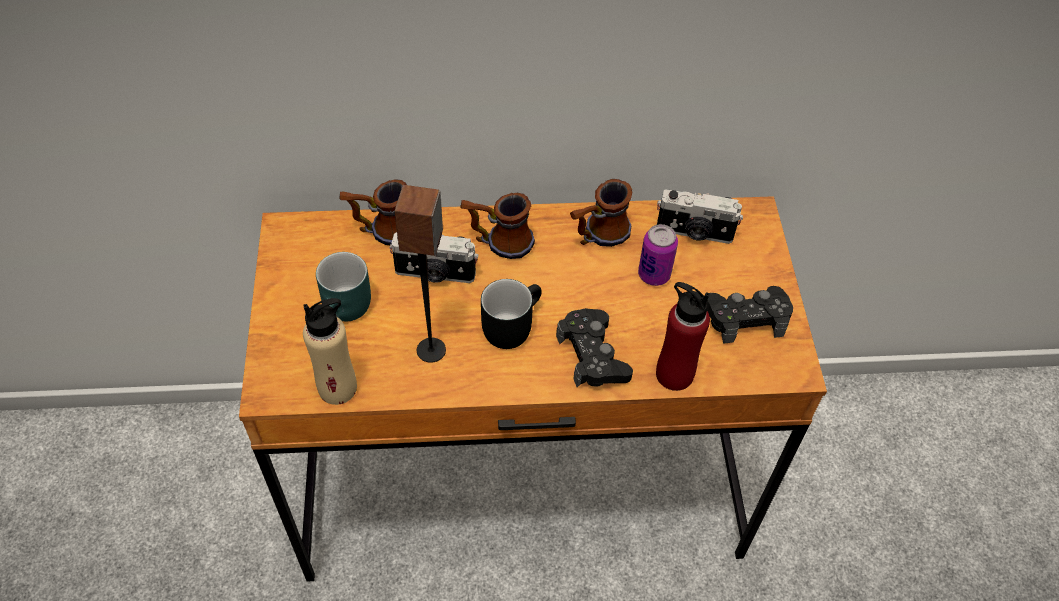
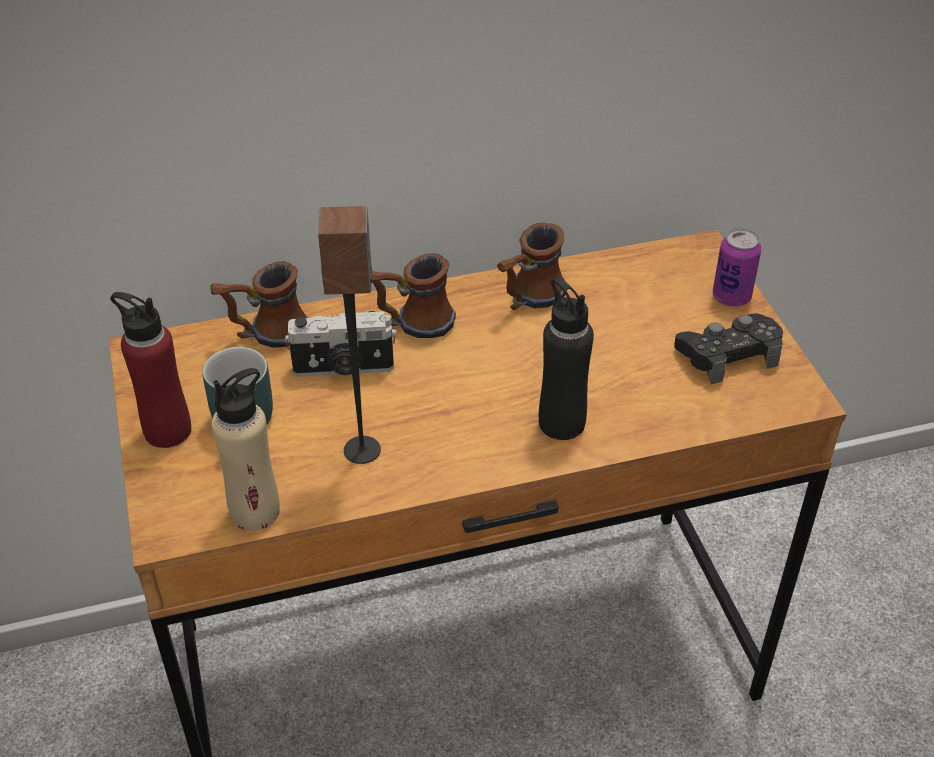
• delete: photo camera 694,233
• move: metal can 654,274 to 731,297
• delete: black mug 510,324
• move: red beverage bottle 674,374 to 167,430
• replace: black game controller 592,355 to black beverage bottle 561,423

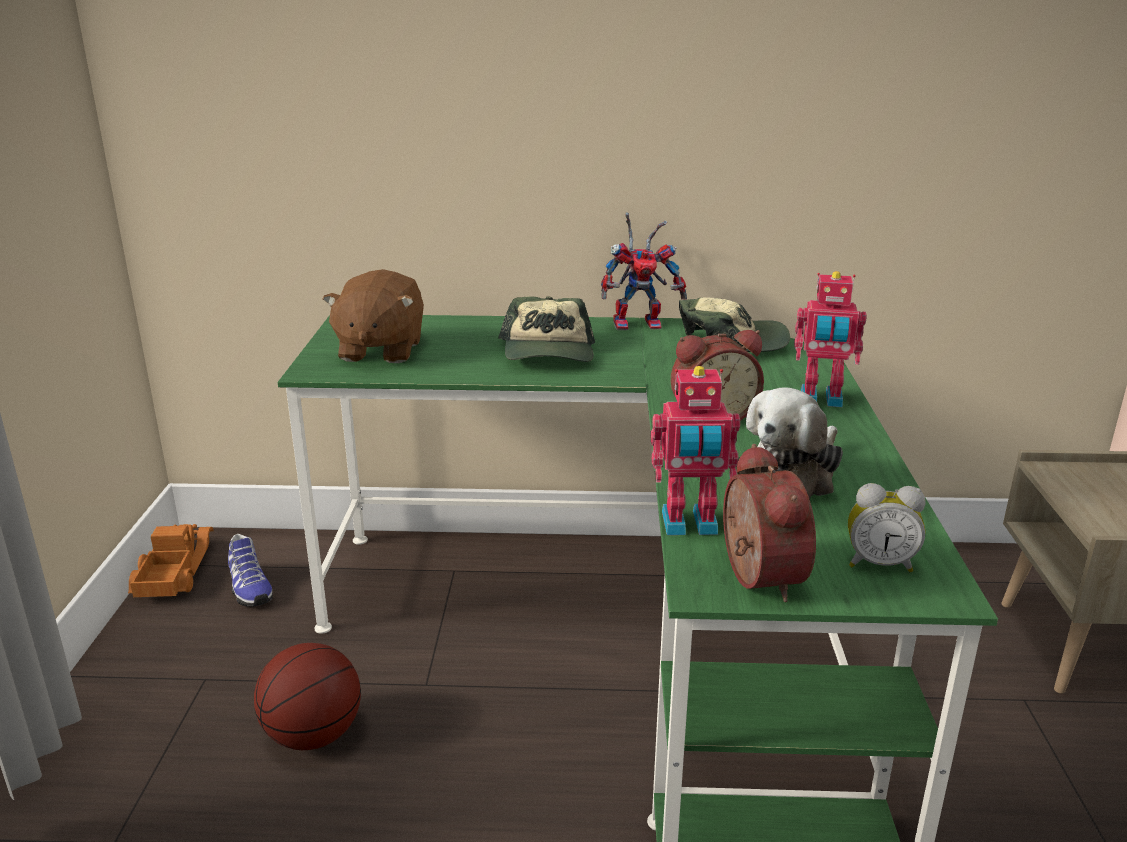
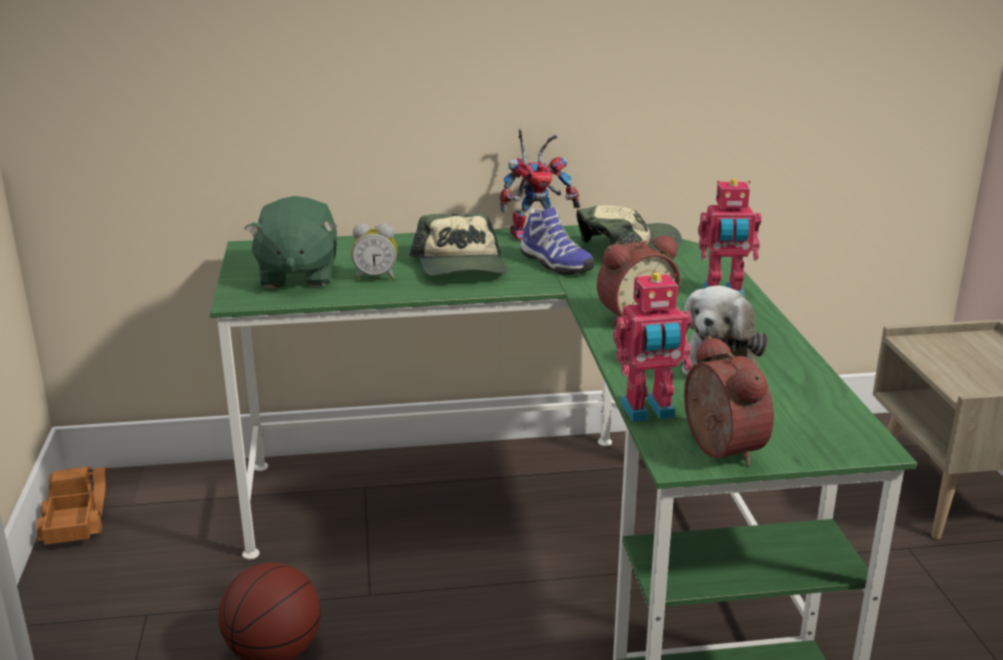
• recolor: brownish plush toy 380,350 to green plush toy 297,275
• move: table clock 879,563 to 376,277
• move: item of footwear 248,588 to 554,264

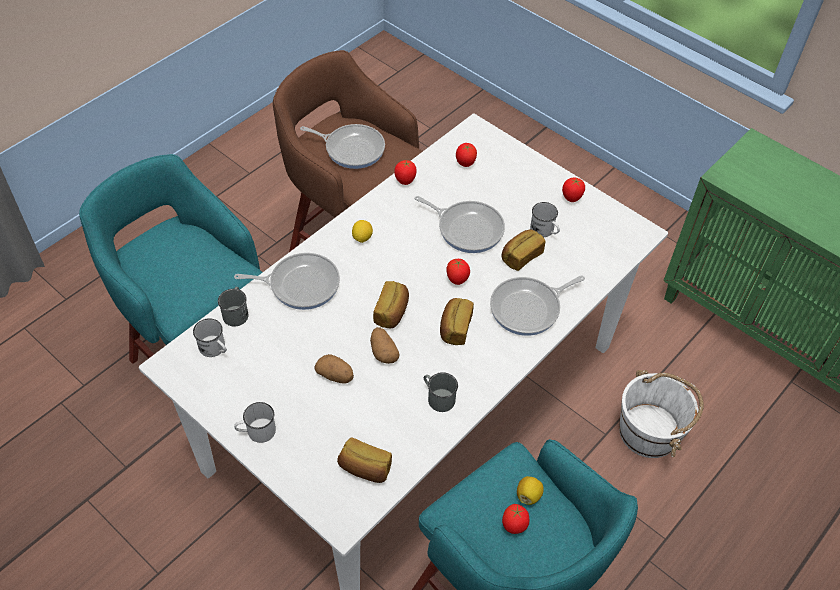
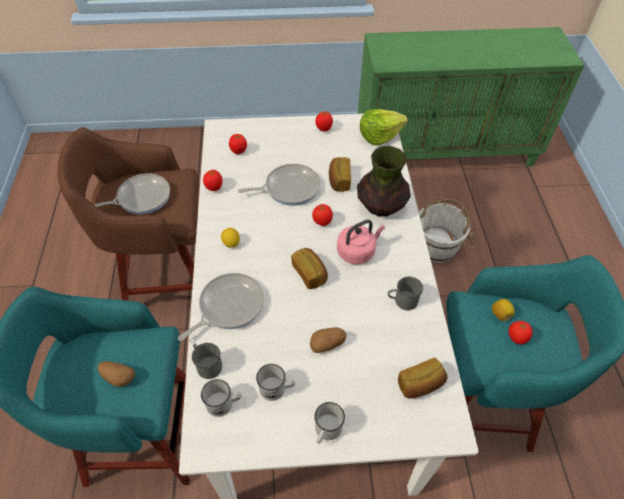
• move: whitish mug 544,231 to 276,389
• replace: pan 528,308 to flower vase 381,206
• replace: baked bread 454,328 to pink tea kettle 357,251
• move: spud 383,352 to 118,377
• insert: head of lettuce 379,135

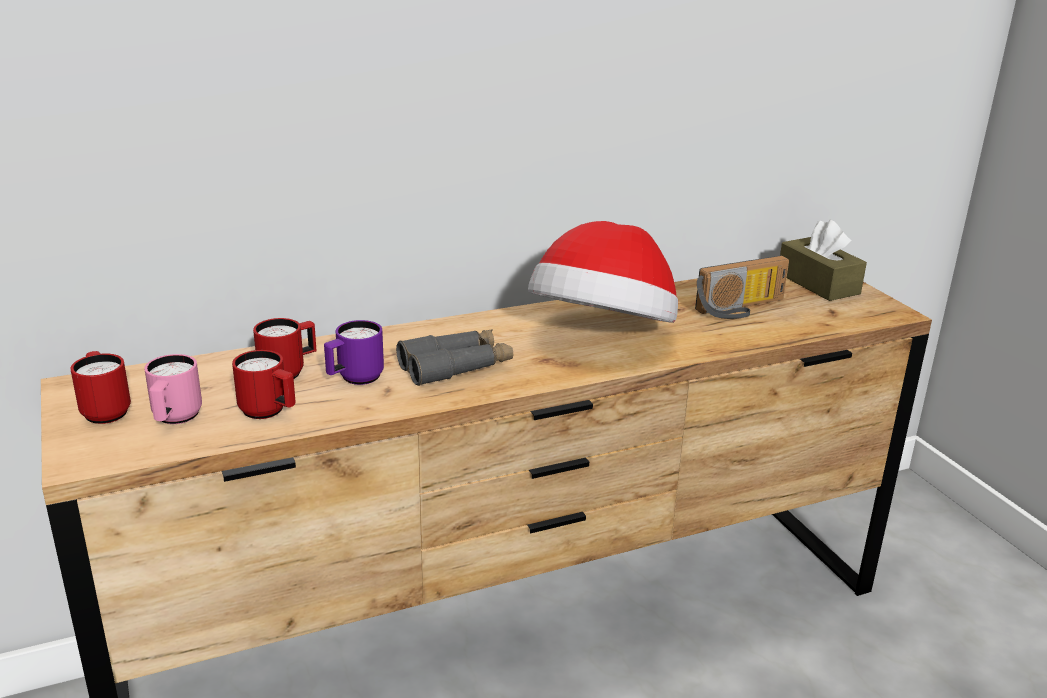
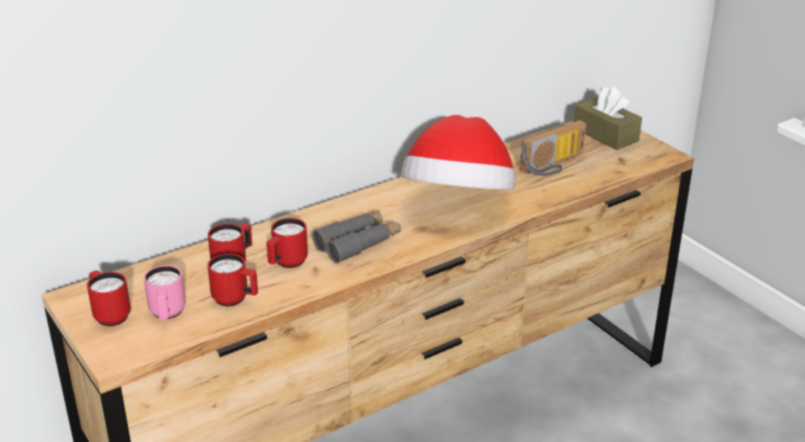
• recolor: purple mug 354,379 to red mug 286,263

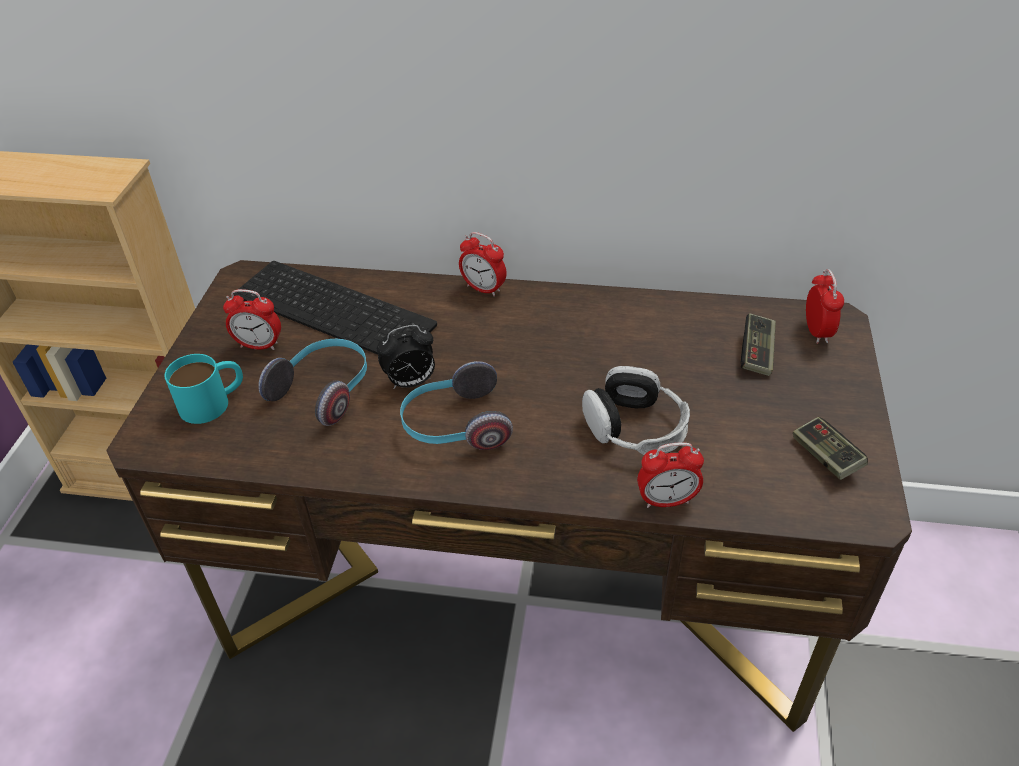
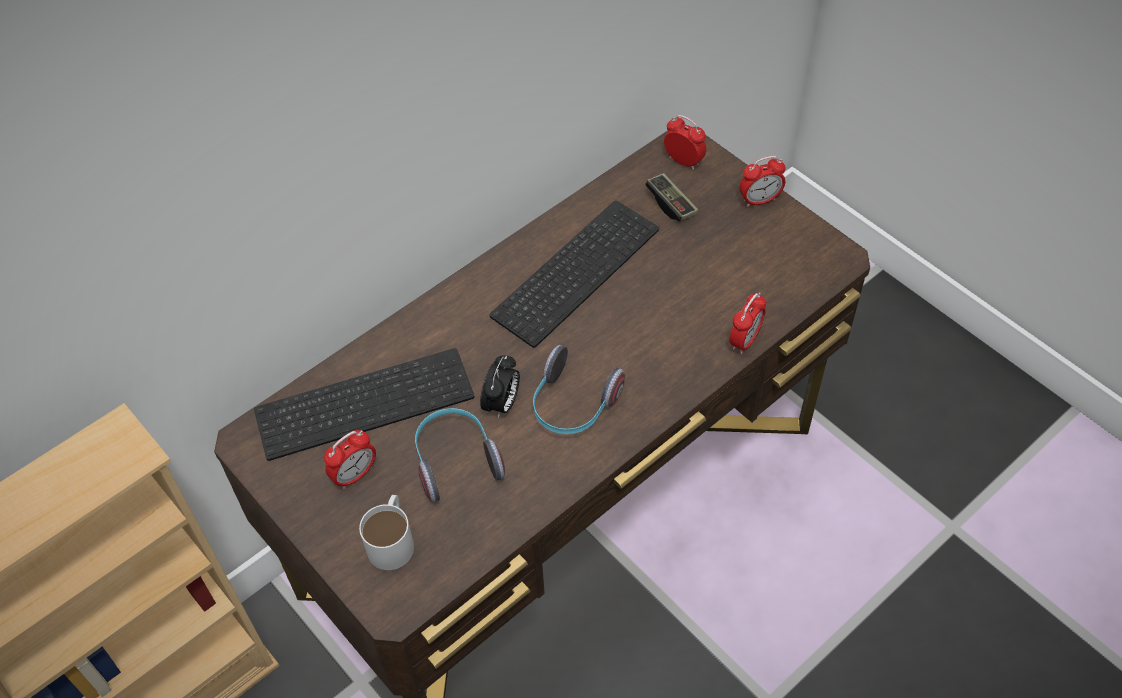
• move: table clock 483,289 to 759,200
• recolor: blue-green mug 213,402 to whitish mug 392,539
• delete: headphones 635,428
• delete: game controller 826,457
• insert: keyboard 574,269

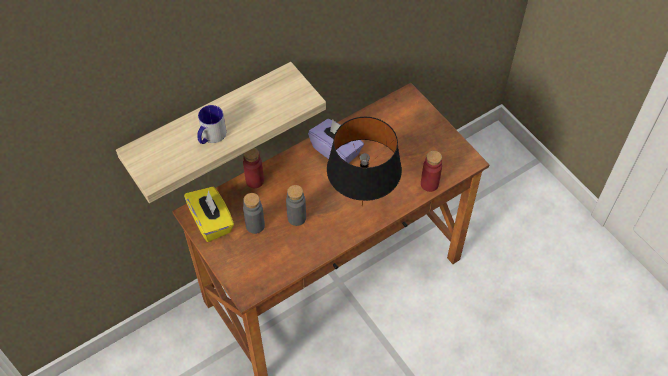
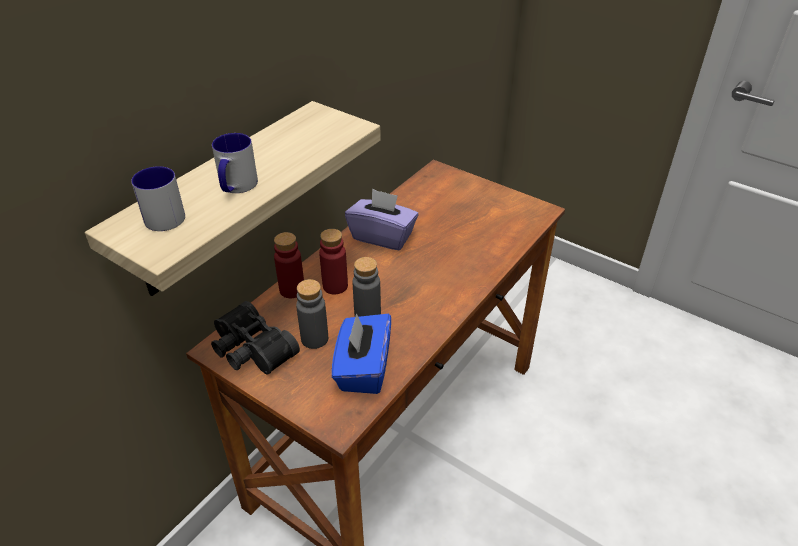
• delete: black lamp for a table 362,205
• move: red beverage bottle 429,184 to 335,286
• replace: yellow tissue box 211,222 to black field glasses 250,350
• insert: mug 166,214
• insert: blue tissue box 363,369

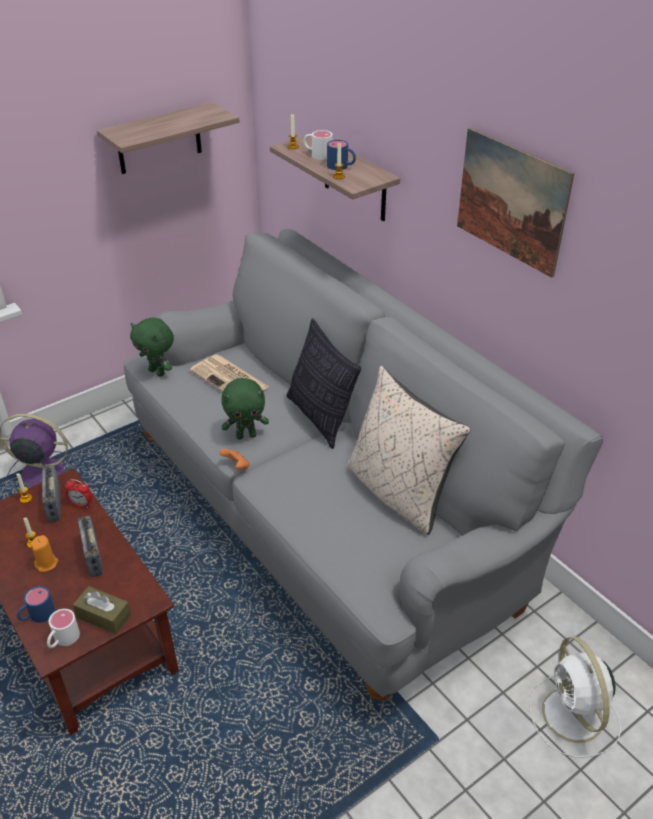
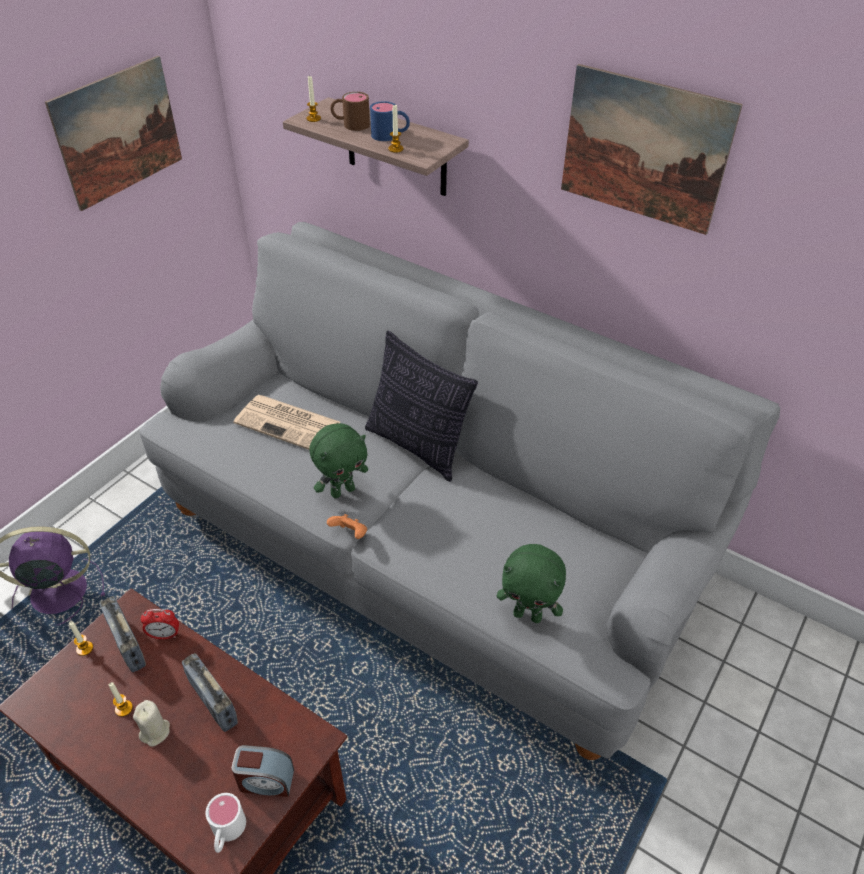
• replace: bracket shelf 159,139 to picture 118,132
• recolor: whitish mug 317,154 to brownish mug 350,124
• move: green plush toy 158,372 to 528,615
• delete: beige-coloured throw pillow 398,492
• recolor: orange-coloured wax light 47,563 to beige-coloured wax light 155,731
• delete: blue mug 37,615
• replace: brownish tissue box 104,616 to table clock 265,780
• delete: whitish fan 573,717

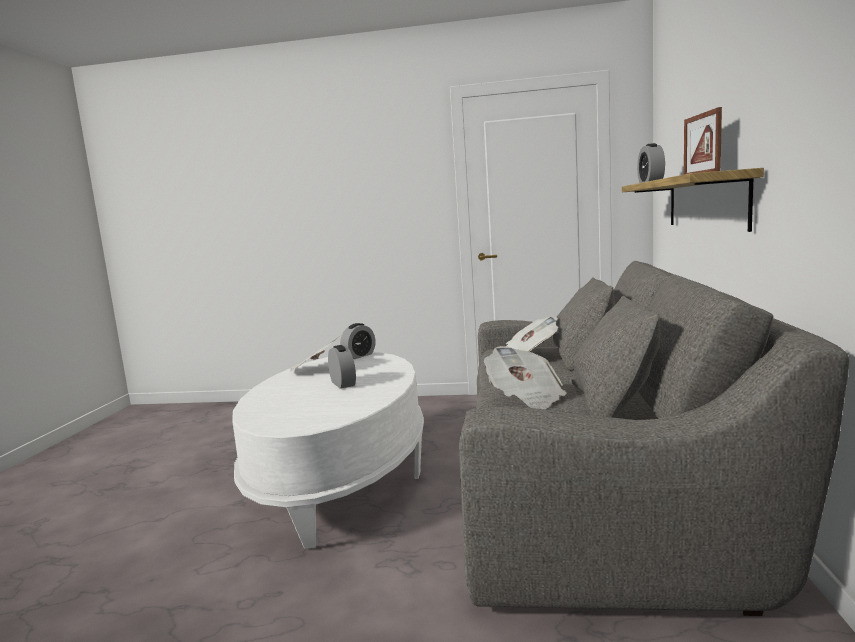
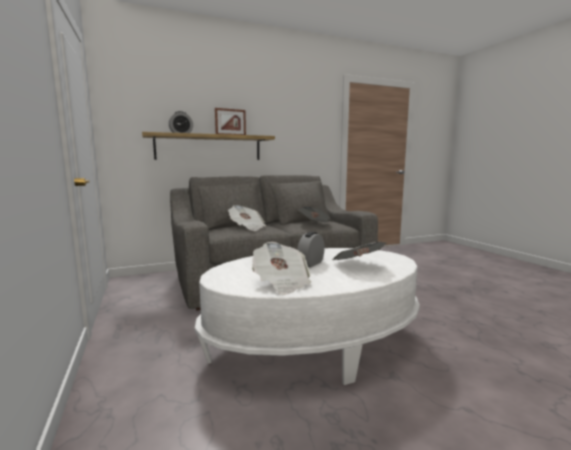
• delete: table clock 359,356
• insert: printed paper 357,265

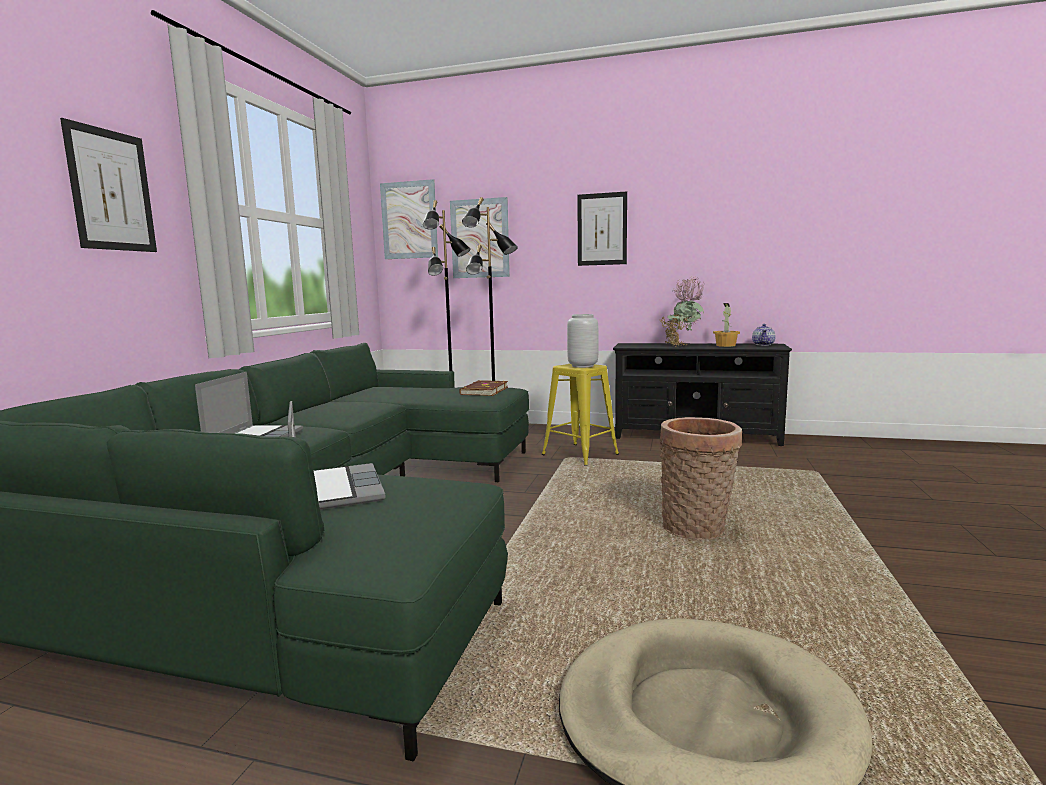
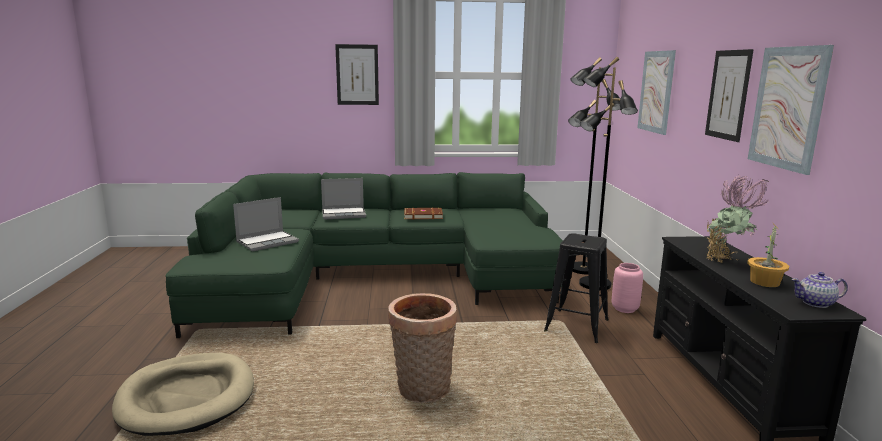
• move: picture 409,220 to 787,108
• delete: grey flower vase 582,366
• recolor: yellow stool 580,454 to black stool 576,325
• move: brownish bound book 483,391 to 423,215
• insert: pink flower vase 625,308

